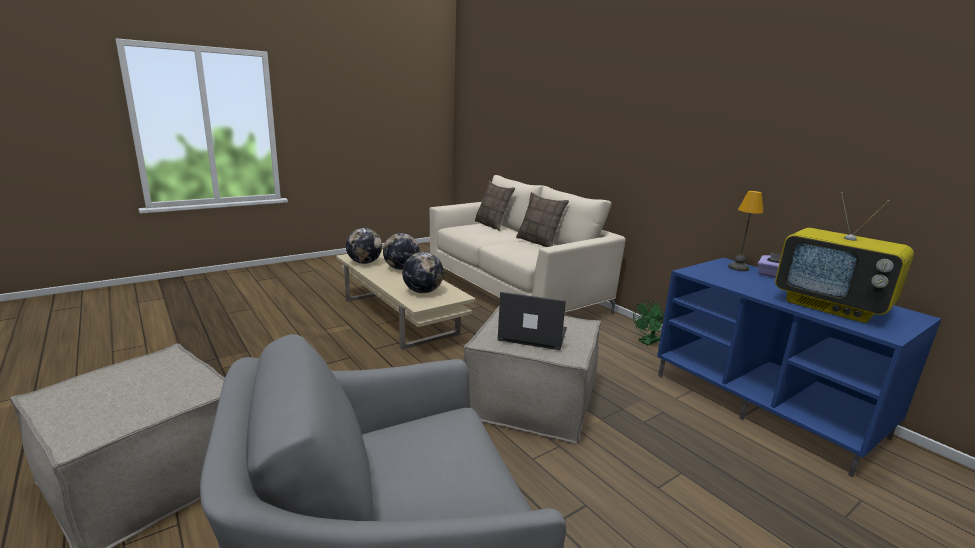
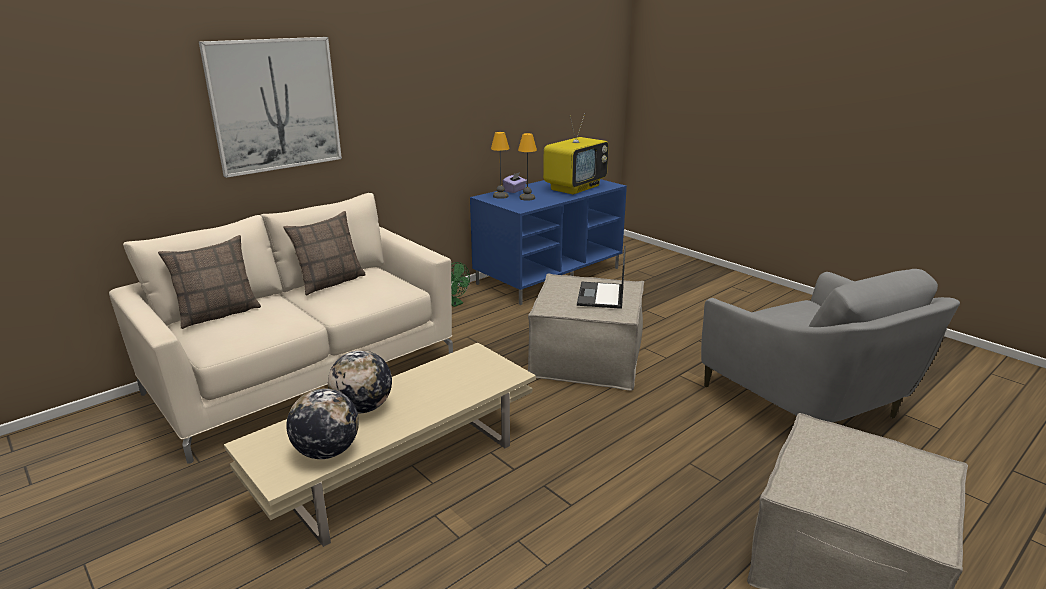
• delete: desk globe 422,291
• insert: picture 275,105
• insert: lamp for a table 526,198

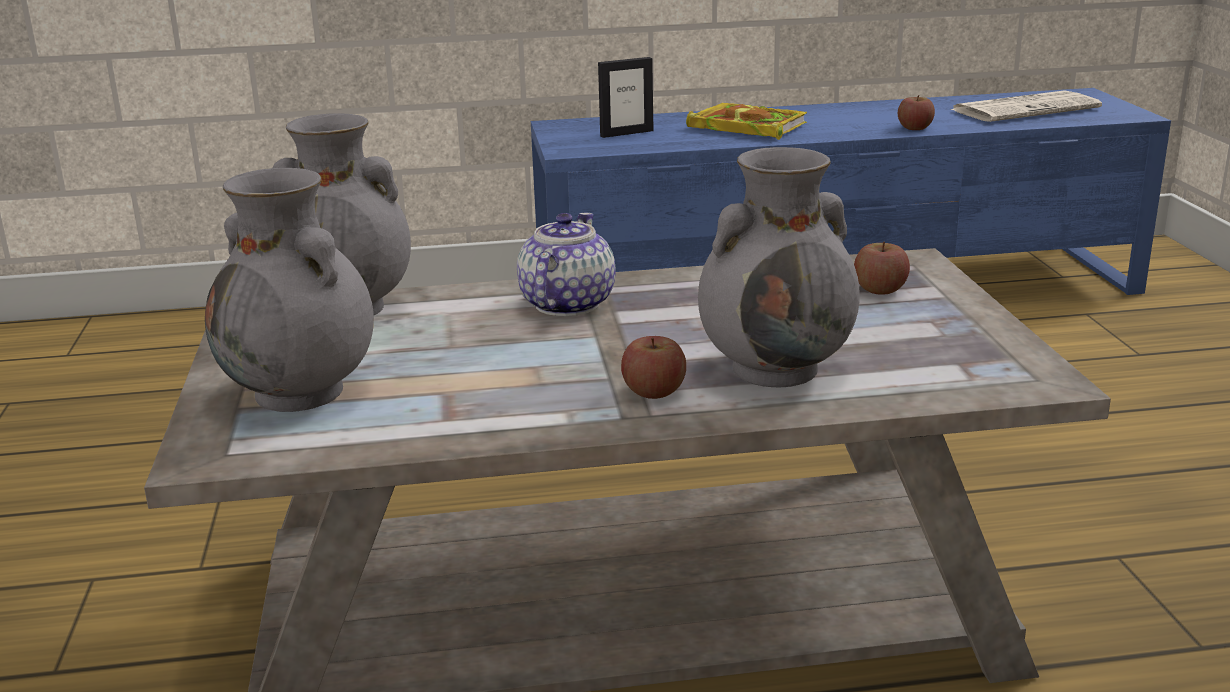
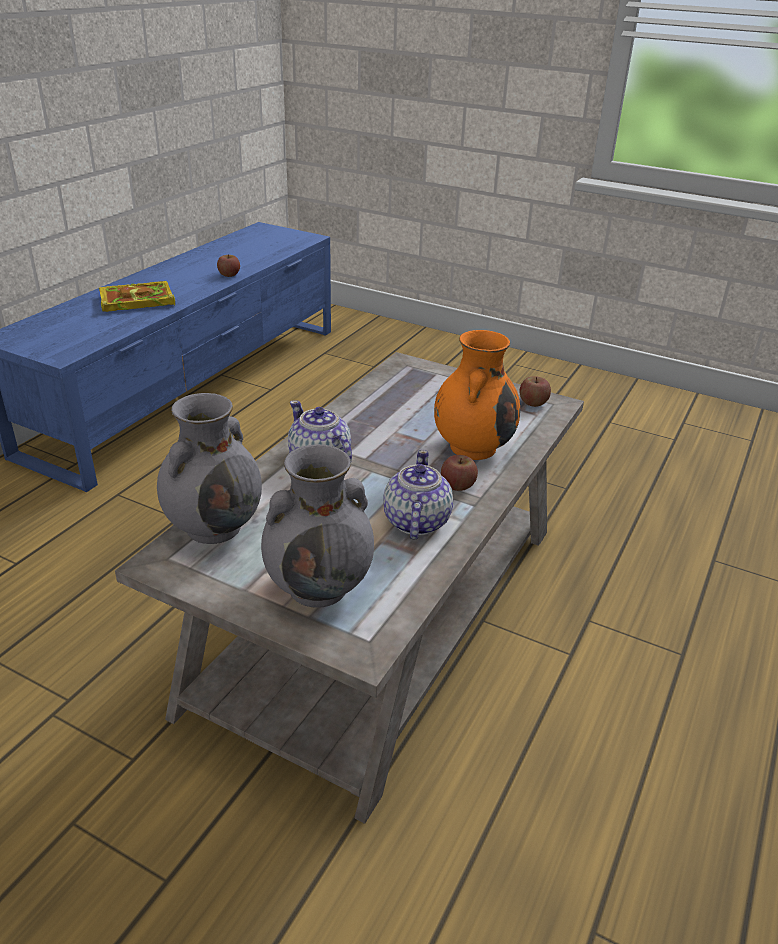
• delete: photo frame 626,133
• delete: printed paper 1025,109
• recolor: grey flower vase 777,368 to orange-coloured flower vase 473,447
• move: apple fruit 880,289 to 533,403
• insert: teapot 415,522

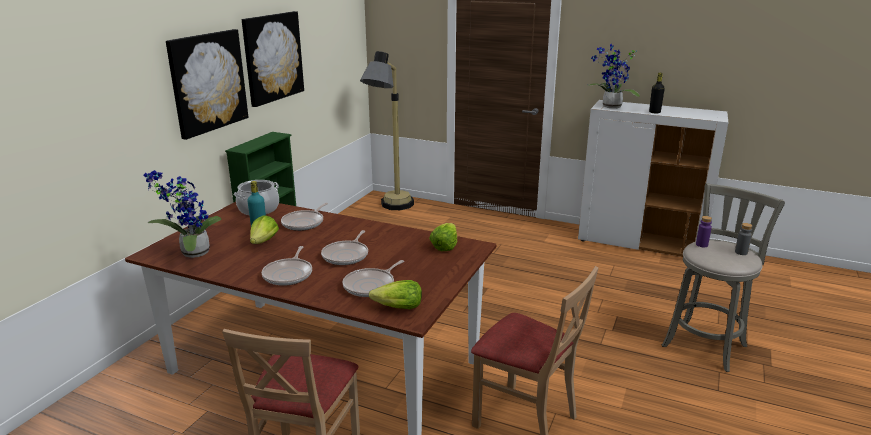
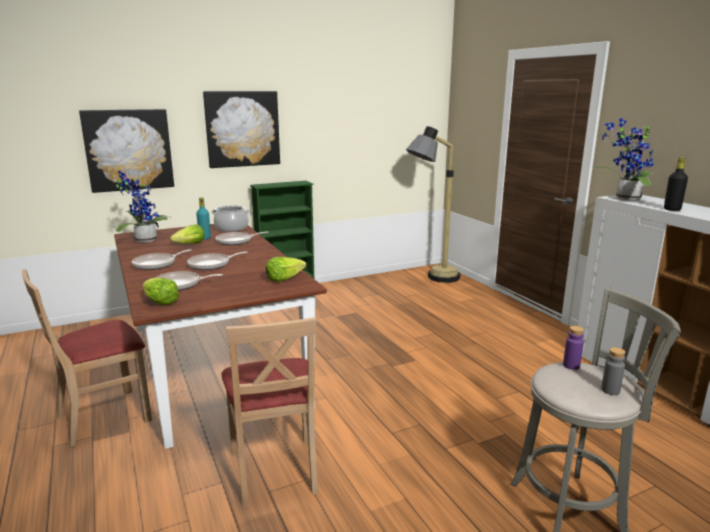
• move: picture 272,57 to 128,150

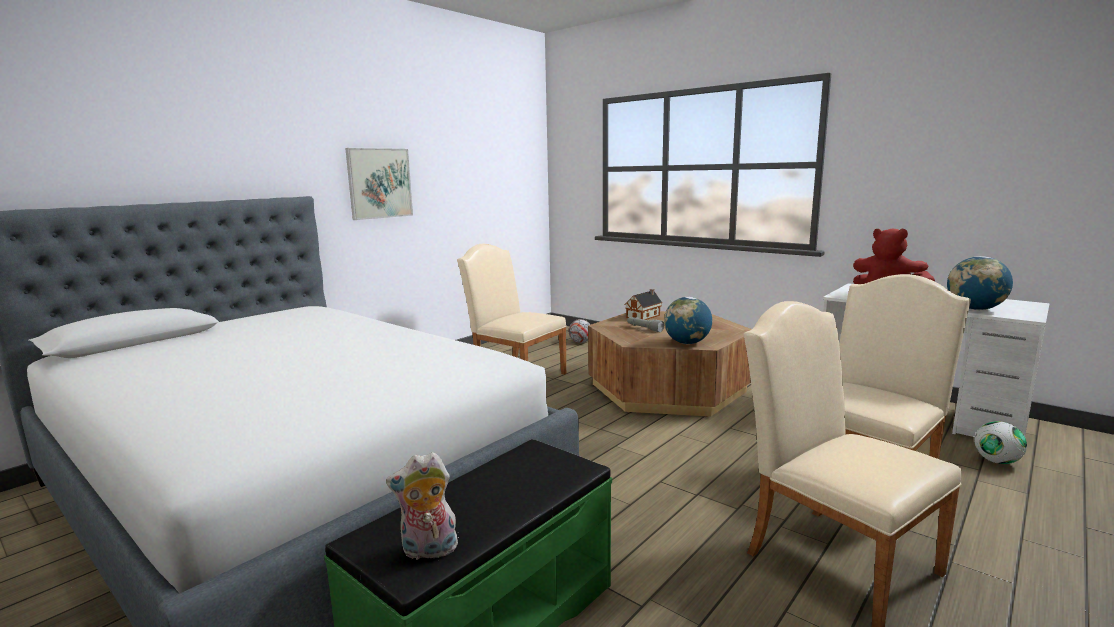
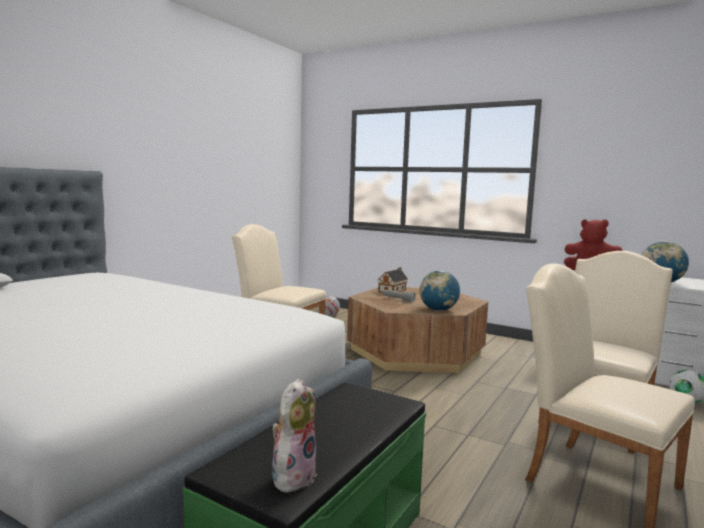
• delete: picture 379,183
• rotate: plush toy 428,551 = 293,476 135 degrees clockwise

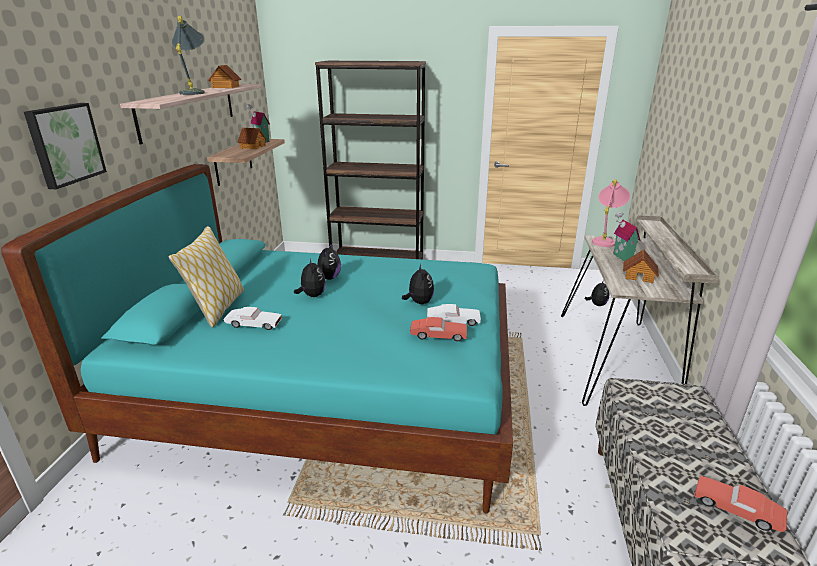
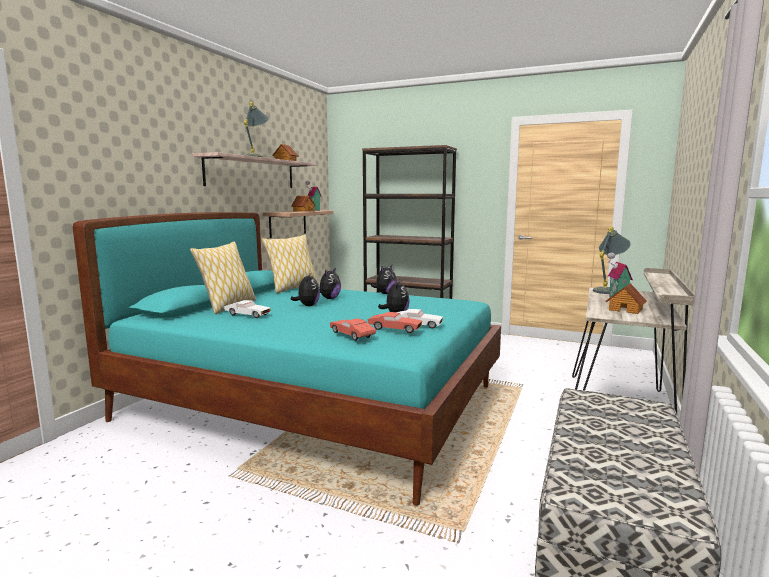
• delete: picture 64,144
• recolor: pink lamp for a table 605,240 to grey lamp for a table 608,290
• move: plush toy 597,304 to 385,293
• move: red toy car 736,510 to 352,335
• insert: throw pillow 292,288

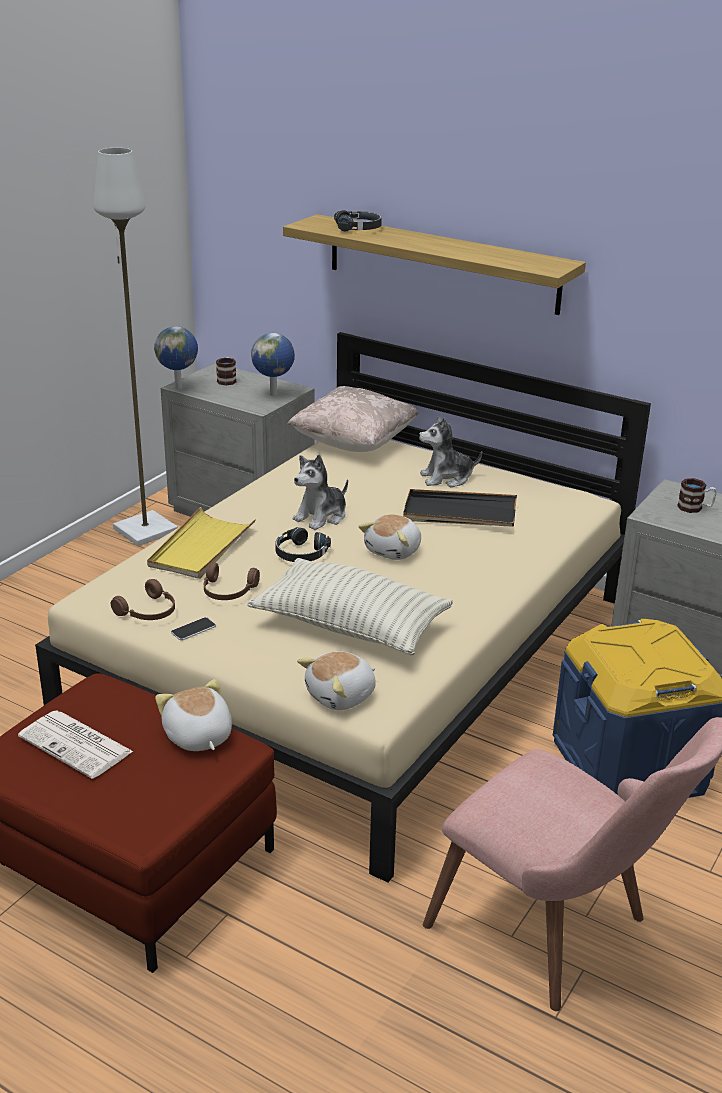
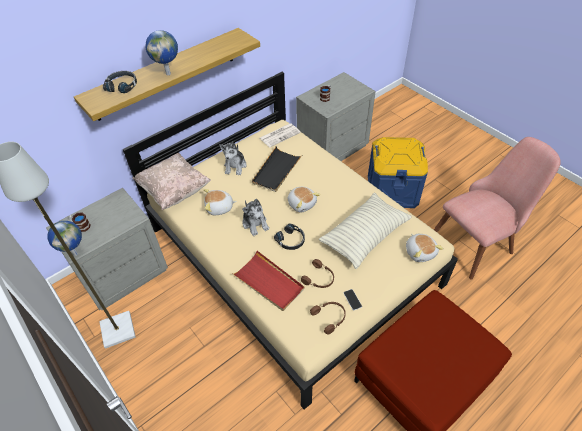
• move: desk globe 274,394 to 168,73
• recolor: yellow tray 201,547 to red tray 269,282
• move: plush toy 197,737 to 219,208
• move: printed paper 77,745 to 280,135

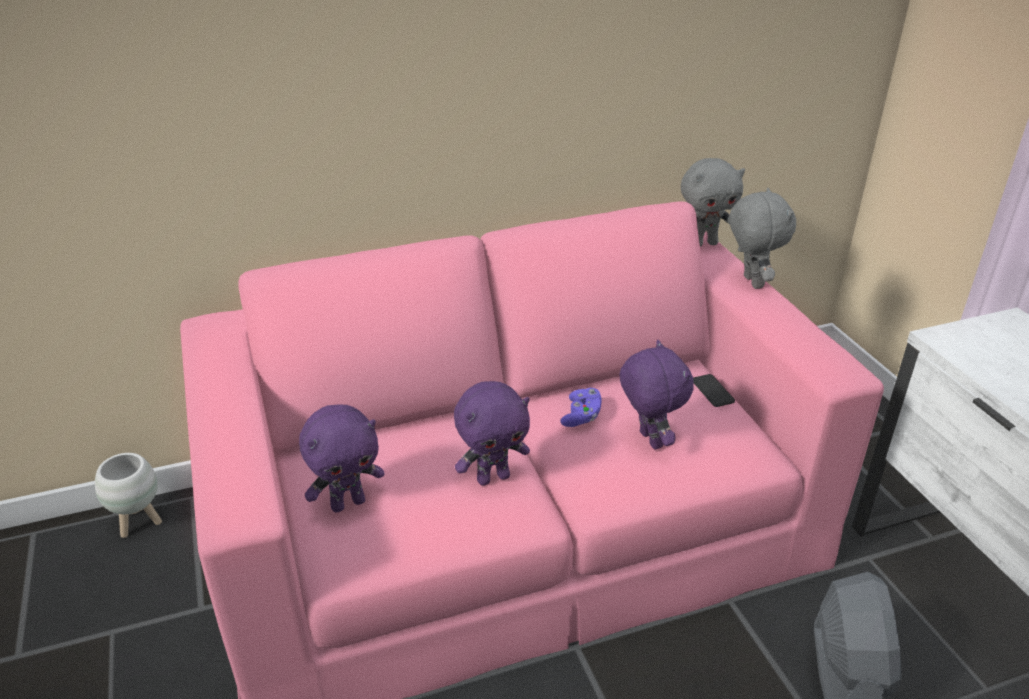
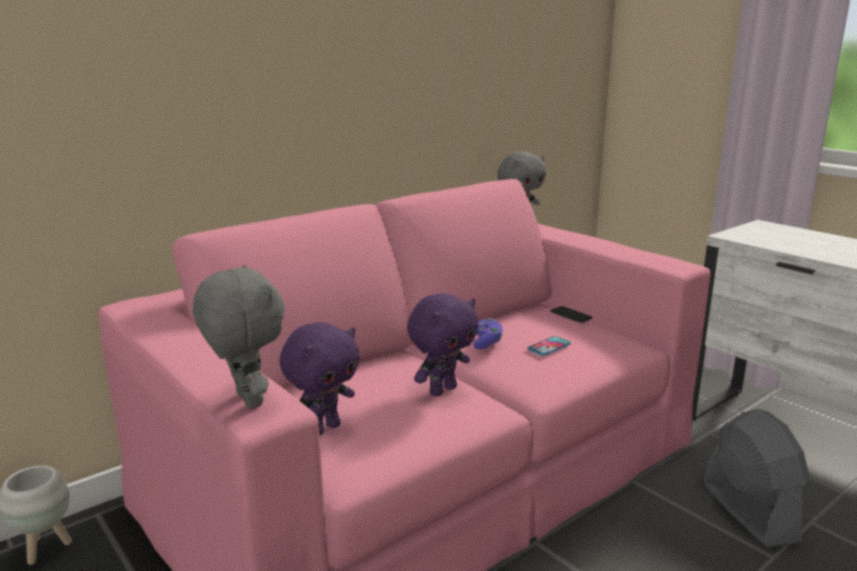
• move: grey plush toy 750,282 to 246,401
• replace: purple plush toy 648,440 to telephone 549,347

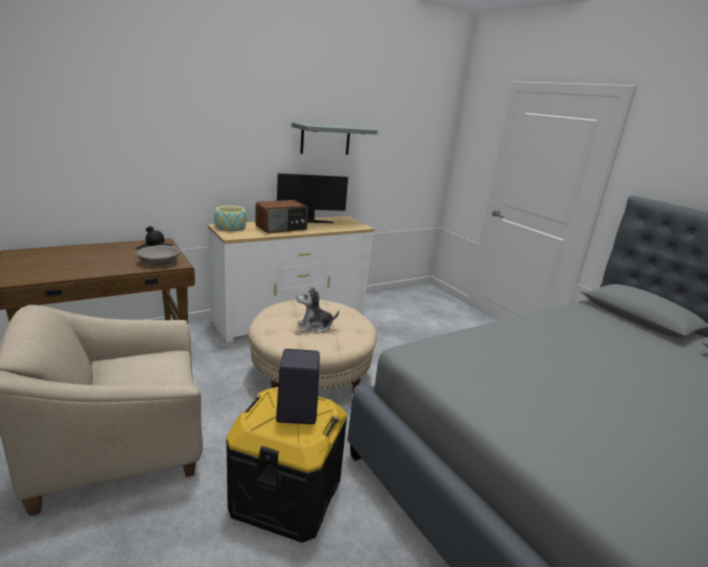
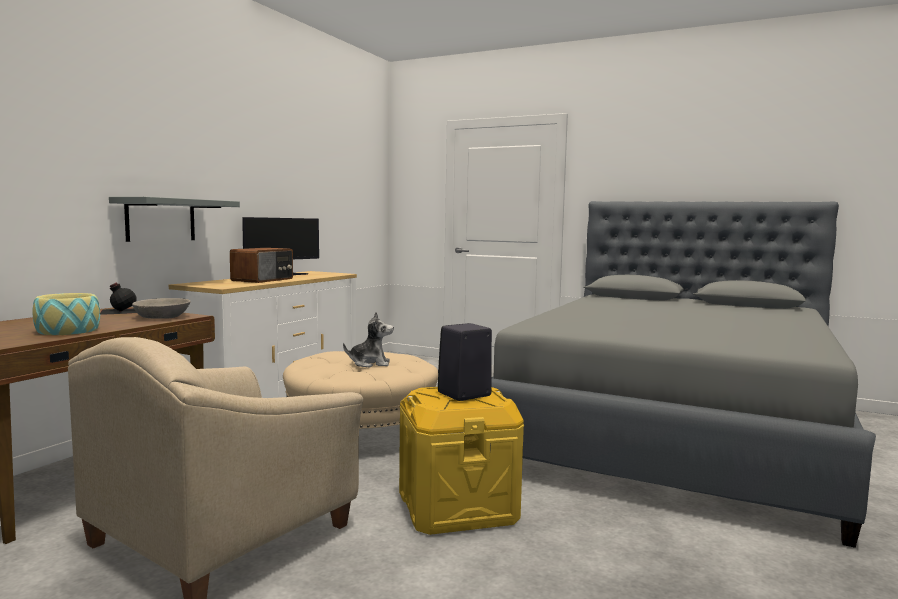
• move: grey bracket shelf 325,139 to 161,220
• move: bowl 230,227 to 68,330
• rotate: plush toy 315,327 = 370,363 135 degrees counterclockwise
• recolor: black storage container 286,494 to yellow storage container 457,507

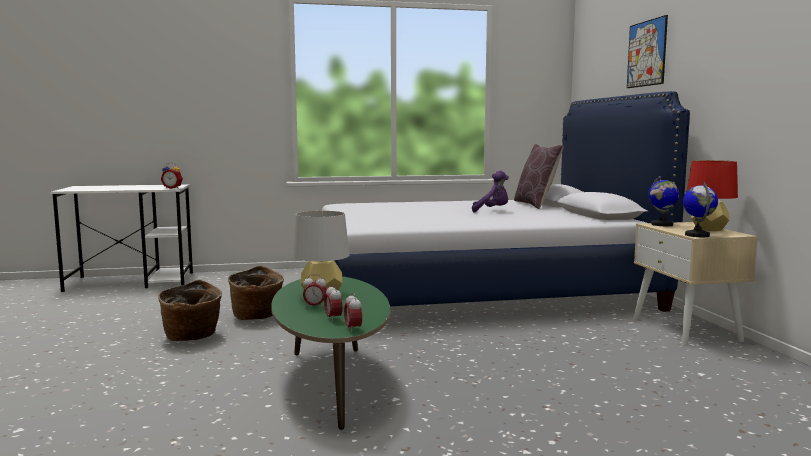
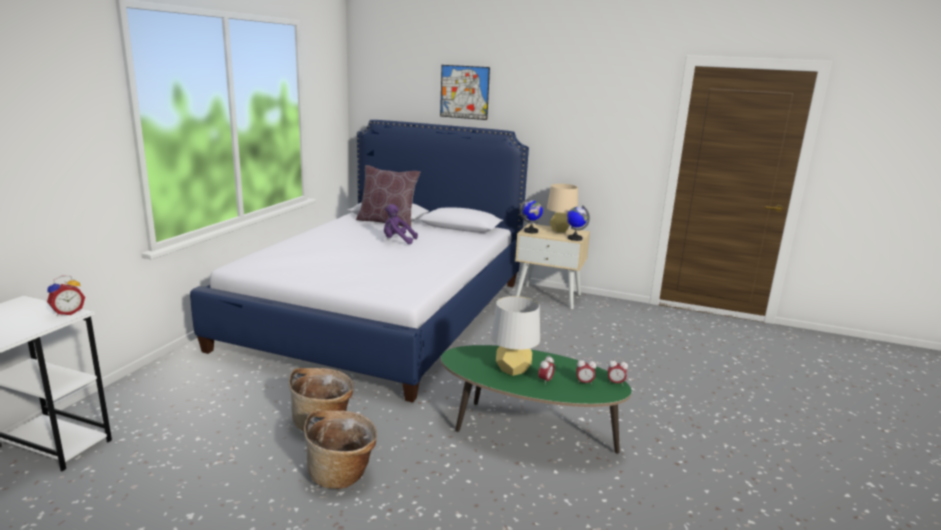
• recolor: red lamp for a table 708,229 to beige-coloured lamp for a table 560,230
• rotate: purple plush toy 492,211 = 397,241 120 degrees counterclockwise

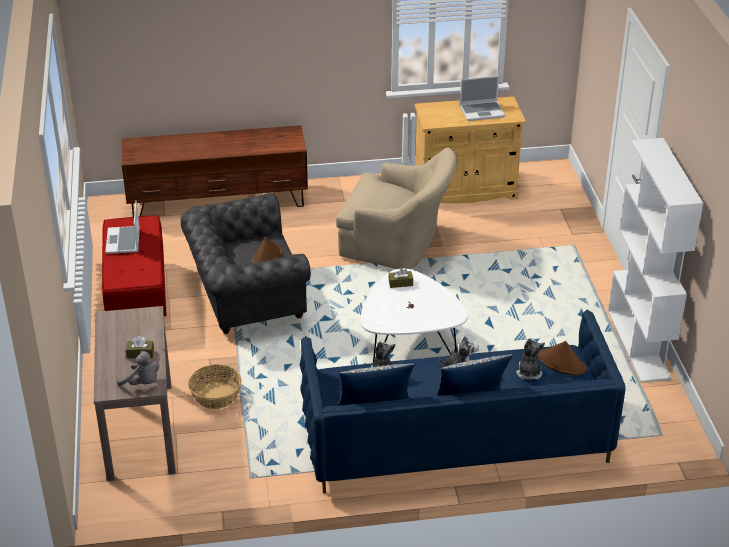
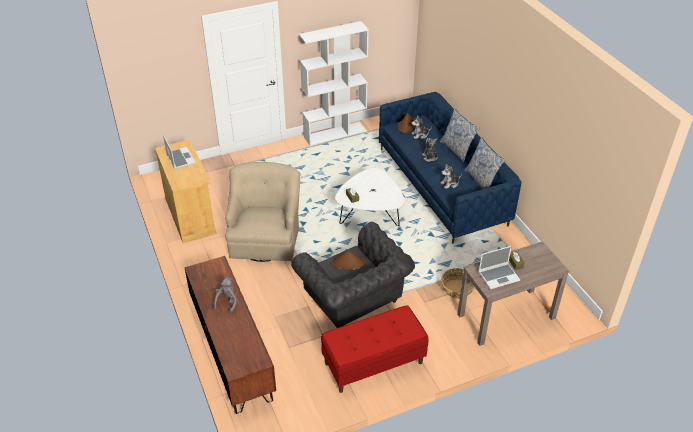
• move: laptop 124,241 to 499,276
• move: grey plush toy 142,383 to 227,302

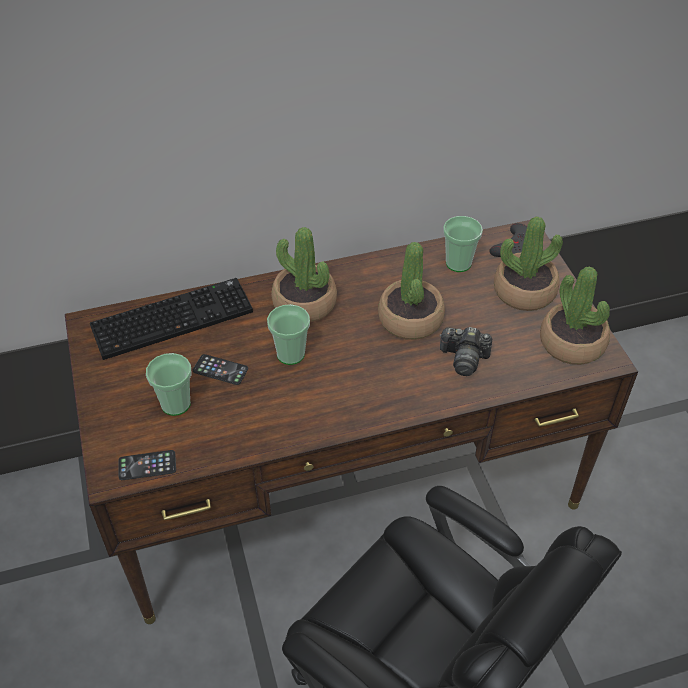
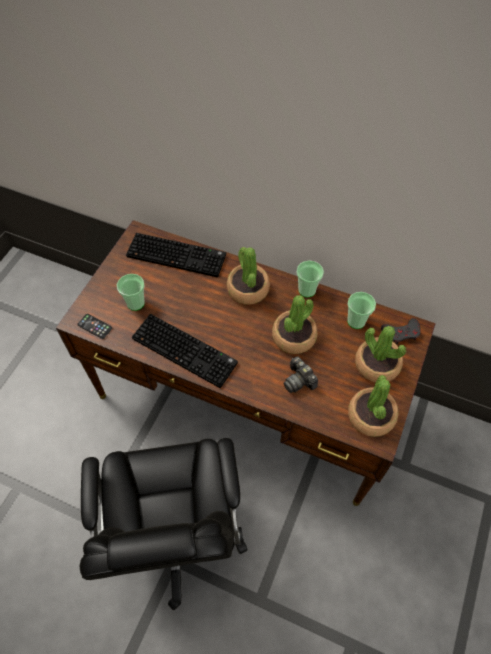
• move: drinking cup 290,354 to 307,290
• delete: telephone 220,370
• insert: keyboard 186,350

